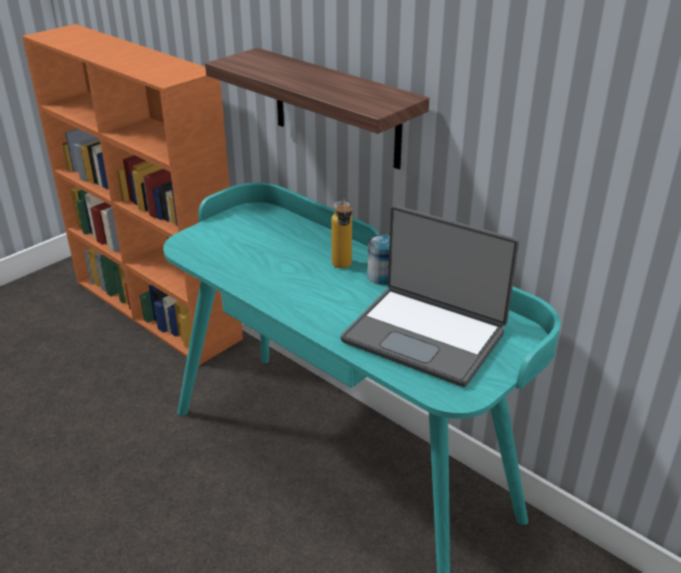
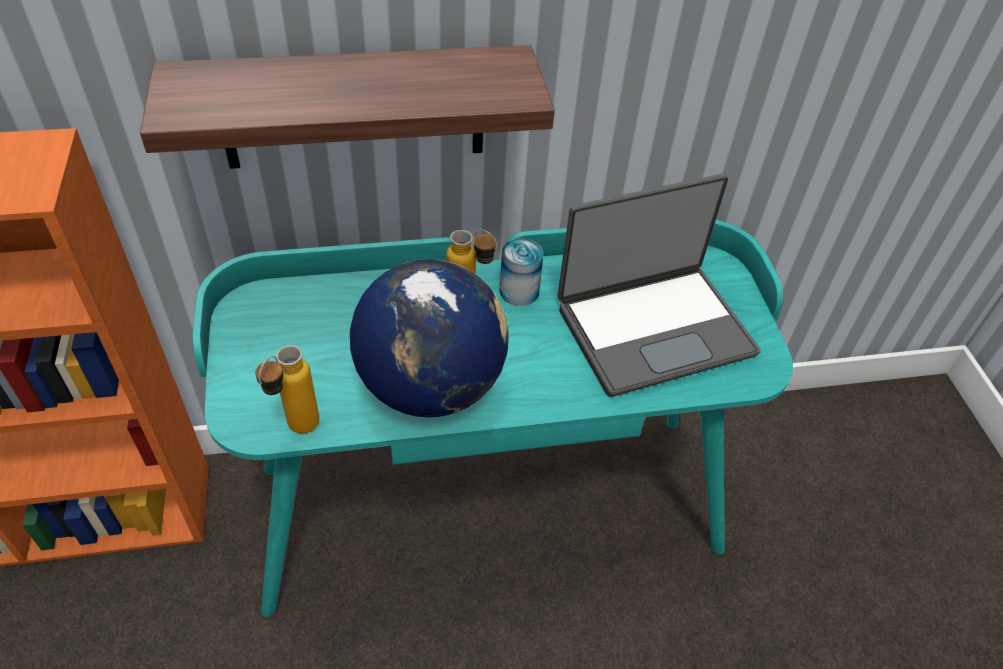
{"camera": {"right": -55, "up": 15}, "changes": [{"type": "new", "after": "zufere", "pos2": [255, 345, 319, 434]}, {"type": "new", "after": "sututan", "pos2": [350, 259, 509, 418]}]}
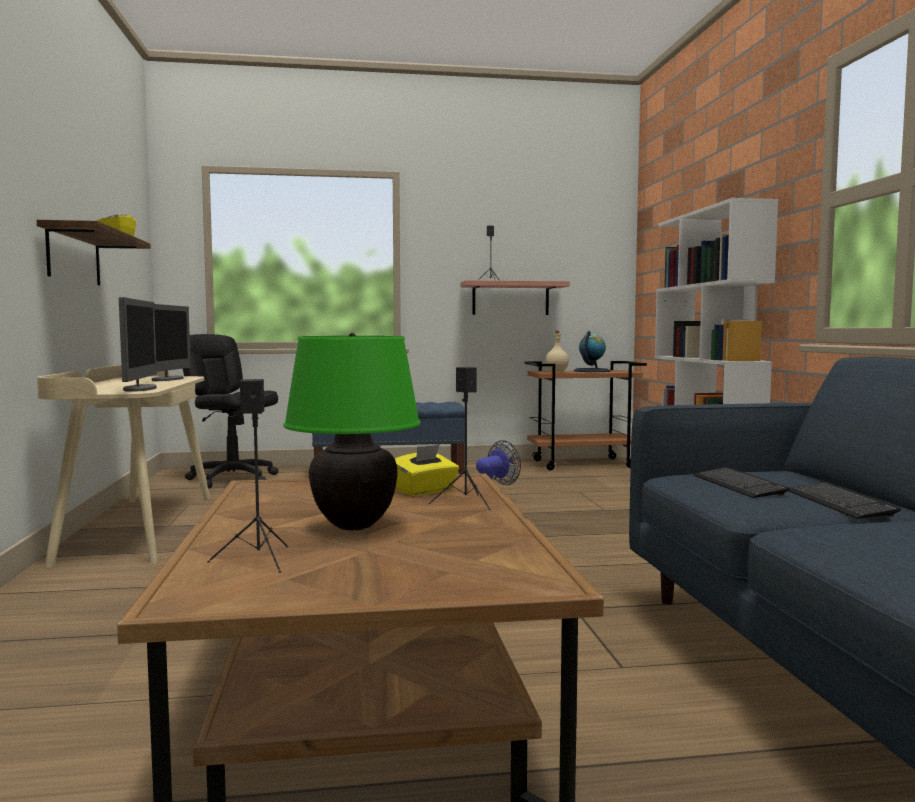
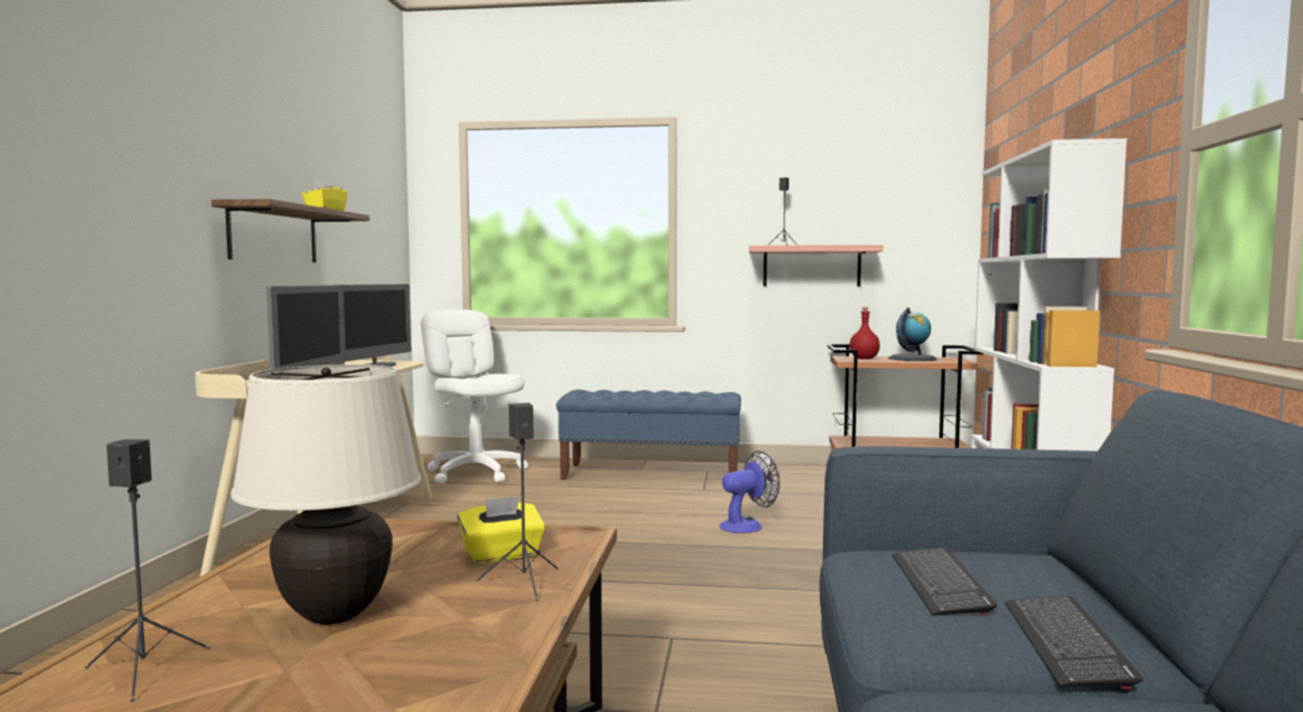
{"camera": {"right": 15, "up": 0}, "changes": [{"type": "repainted", "before": "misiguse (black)", "after": "misiguse (white)", "pos1": [183, 334, 278, 488], "pos2": [421, 309, 528, 483]}, {"type": "repainted", "before": "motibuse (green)", "after": "motibuse (beige)", "pos1": [284, 333, 420, 530], "pos2": [231, 365, 421, 625]}, {"type": "repainted", "before": "zufere (beige)", "after": "zufere (red)", "pos1": [545, 331, 569, 372], "pos2": [849, 307, 880, 359]}]}
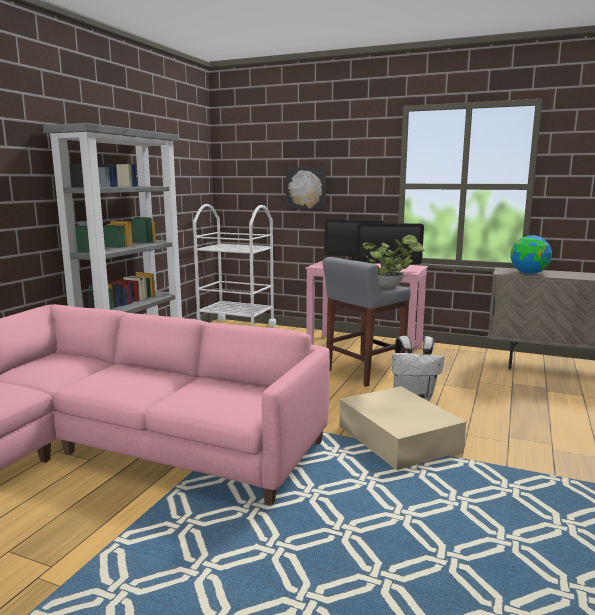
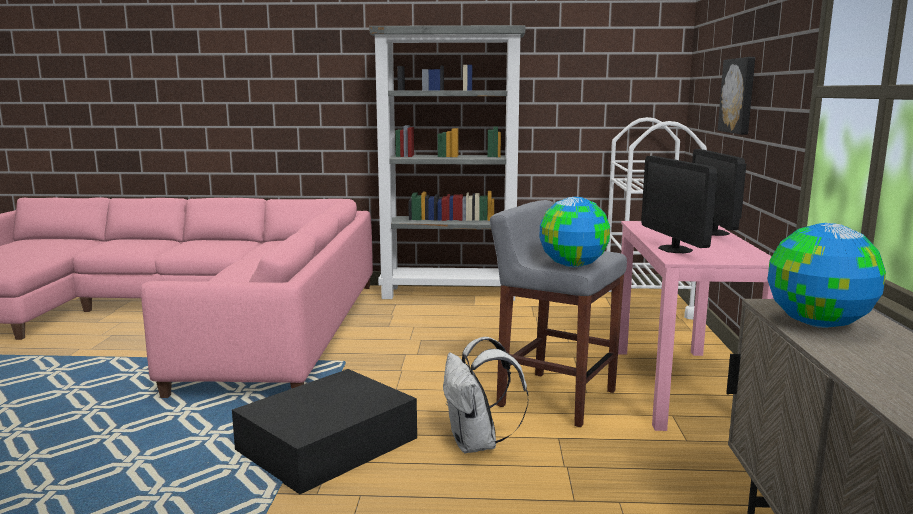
{"camera": {"right": 70, "up": 0}, "changes": [{"type": "swapped", "before": "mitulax", "after": "sututan", "pos1": [361, 235, 425, 288], "pos2": [539, 197, 610, 267]}, {"type": "repainted", "before": "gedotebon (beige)", "after": "gedotebon (black)", "pos1": [339, 386, 466, 470], "pos2": [232, 369, 417, 494]}]}
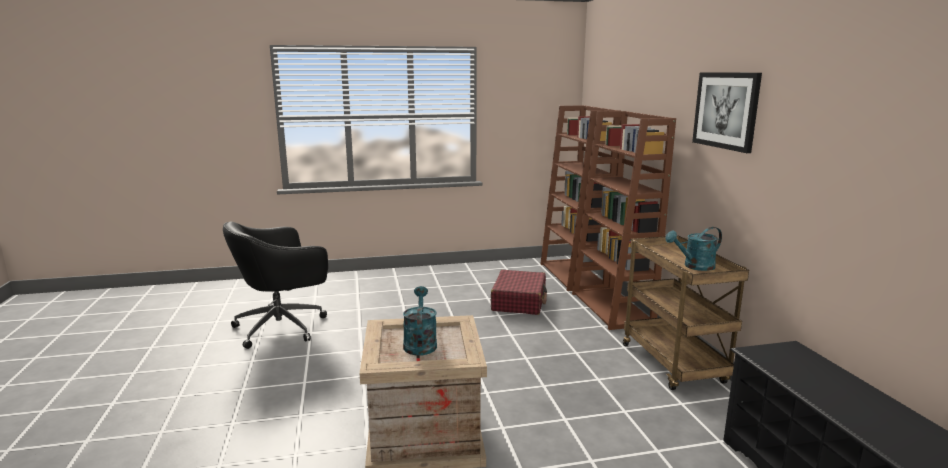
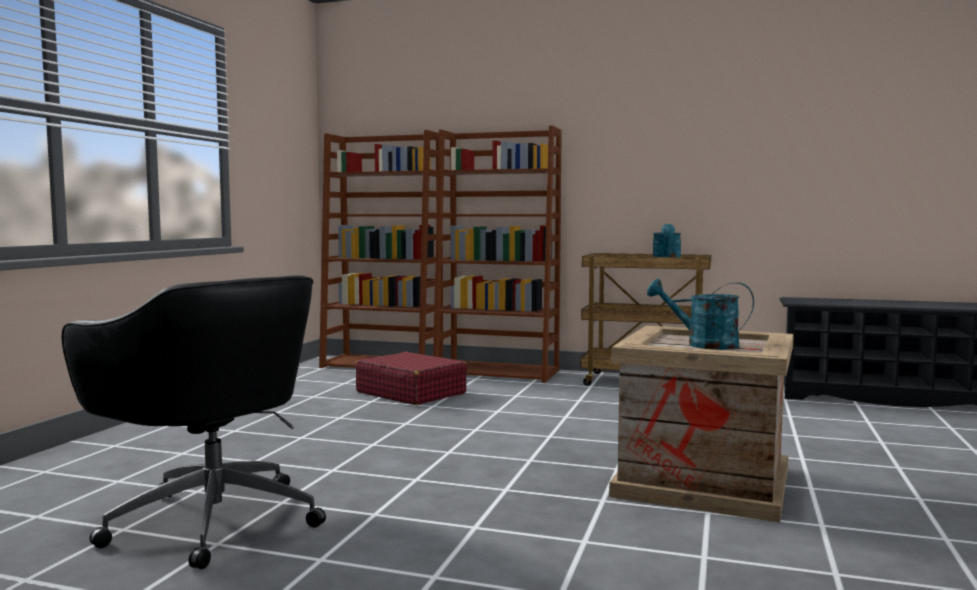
{"camera": {"right": -60, "up": -10}, "changes": [{"type": "gone", "before": "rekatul", "pos1": [692, 72, 762, 153]}, {"type": "rotated", "before": "misiguse (black)", "pos1": [223, 221, 328, 349], "pos2": [62, 275, 326, 569], "turn": -45}]}
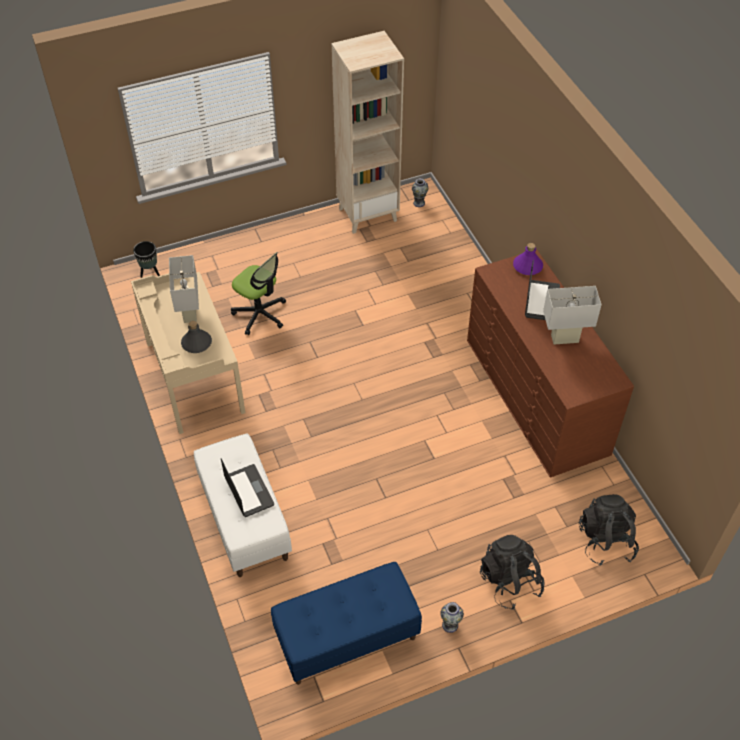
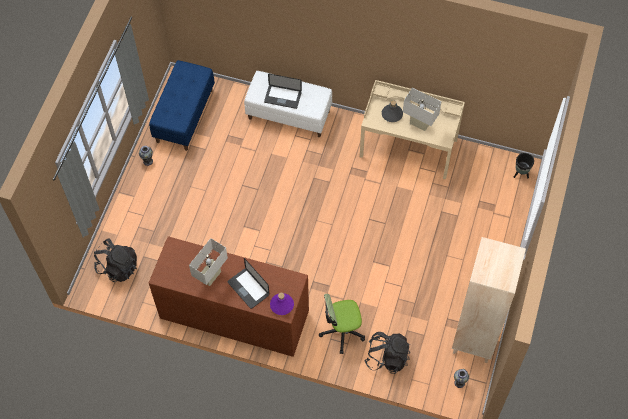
{"camera": {"right": 130, "up": 10}, "changes": [{"type": "shifted", "before": "misiguse", "pos1": [231, 252, 286, 335], "pos2": [319, 294, 365, 354]}, {"type": "shifted", "before": "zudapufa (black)", "pos1": [480, 535, 545, 610], "pos2": [364, 332, 410, 374]}]}
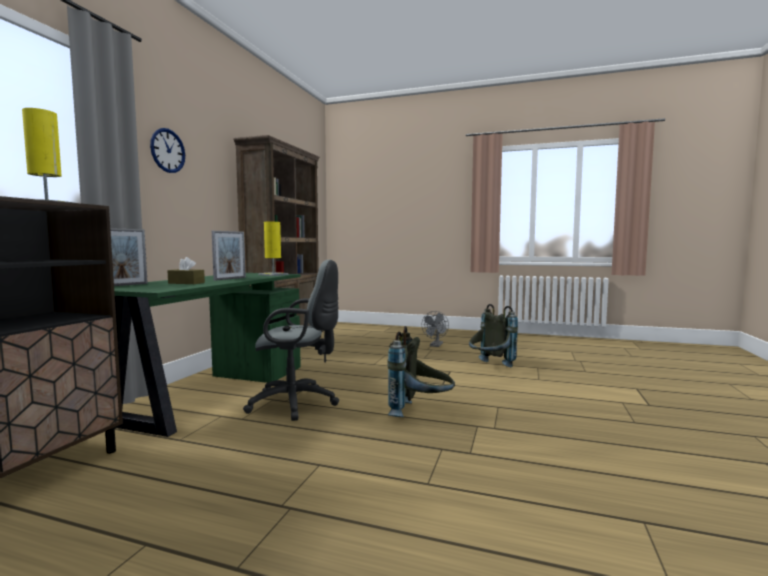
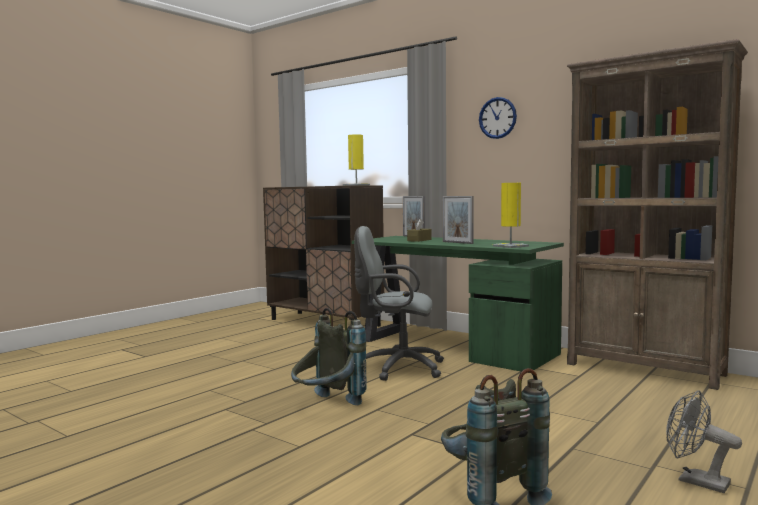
{"camera": {"right": 110, "up": 0}, "changes": [{"type": "rotated", "before": "misiguse (grey)", "pos1": [243, 260, 339, 421], "pos2": [354, 226, 444, 381], "turn": 75}]}
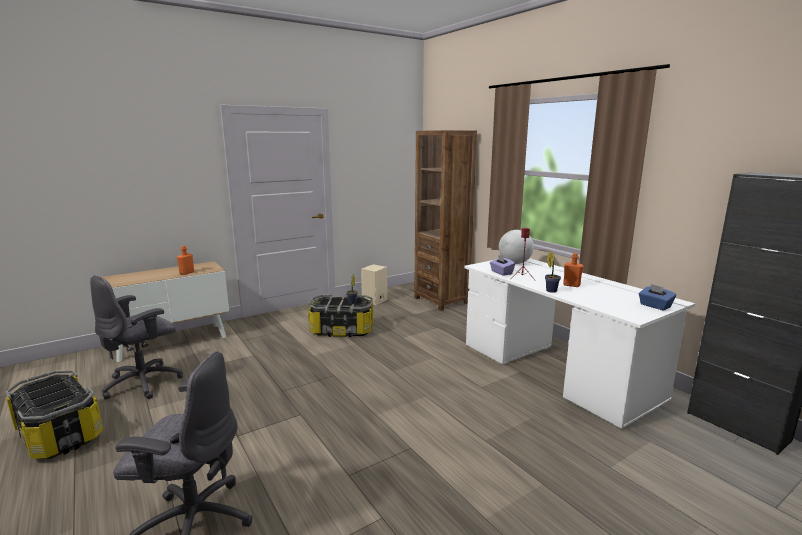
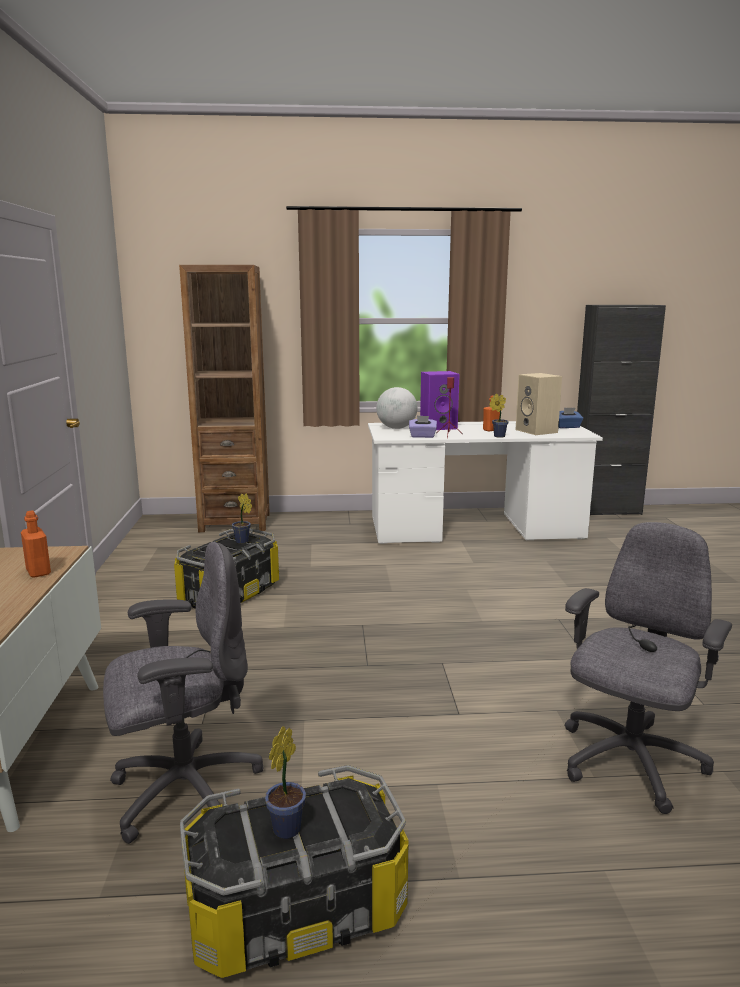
{"camera": {"right": -60, "up": 0}, "changes": [{"type": "new", "after": "mitulax", "pos2": [265, 726, 306, 839]}, {"type": "new", "after": "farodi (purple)", "pos2": [420, 371, 460, 430]}, {"type": "shifted", "before": "farodi (beige)", "pos1": [361, 264, 387, 305], "pos2": [516, 373, 562, 435]}, {"type": "rotated", "before": "misiguse (grey)", "pos1": [90, 275, 183, 400], "pos2": [103, 542, 263, 844], "turn": -90}]}
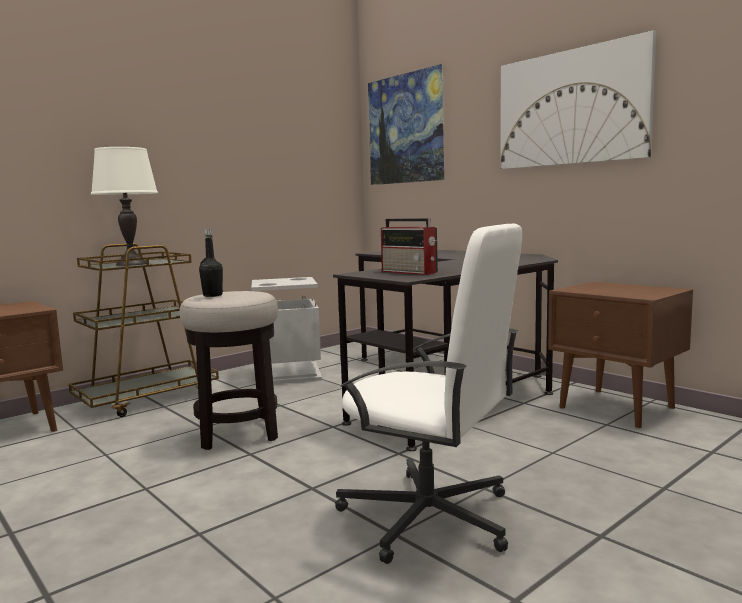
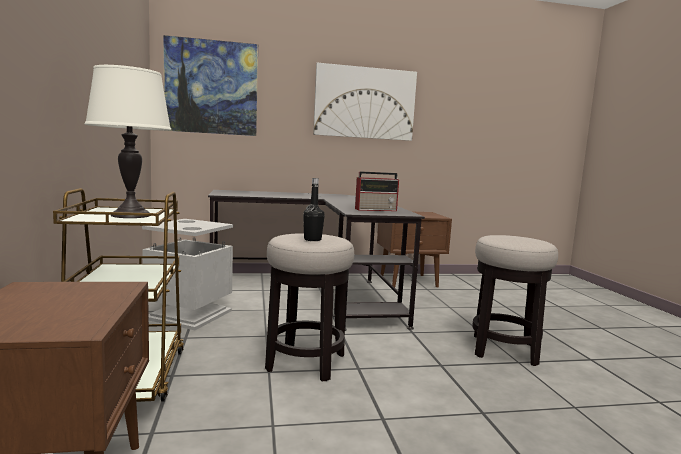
{"camera": {"right": -60, "up": 0}, "changes": [{"type": "swapped", "before": "misiguse (white)", "after": "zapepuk", "pos1": [335, 224, 522, 564], "pos2": [472, 235, 558, 366]}]}
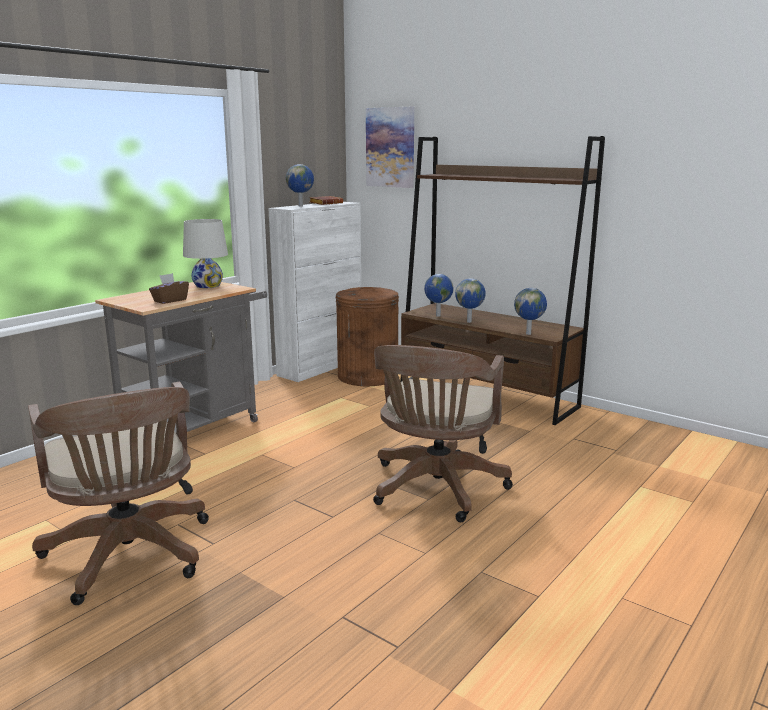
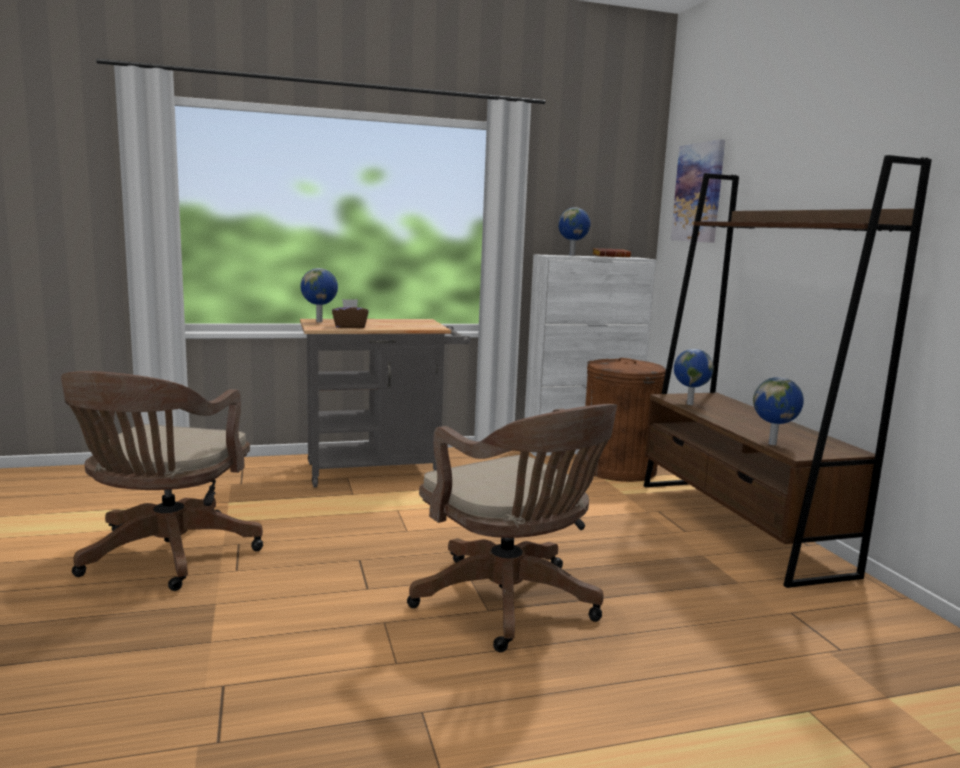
{"camera": {"right": 35, "up": -5}, "changes": [{"type": "gone", "before": "motibuse (white)", "pos1": [183, 219, 228, 288]}, {"type": "shifted", "before": "sututan", "pos1": [455, 278, 486, 323], "pos2": [300, 268, 338, 322]}, {"type": "rotated", "before": "misiguse (brown)", "pos1": [373, 345, 513, 522], "pos2": [407, 404, 617, 652], "turn": -90}]}
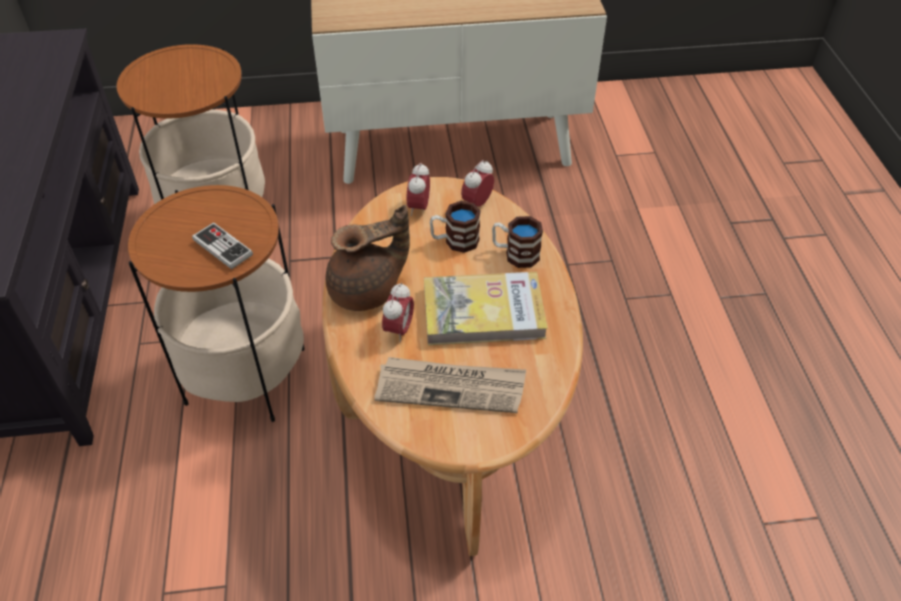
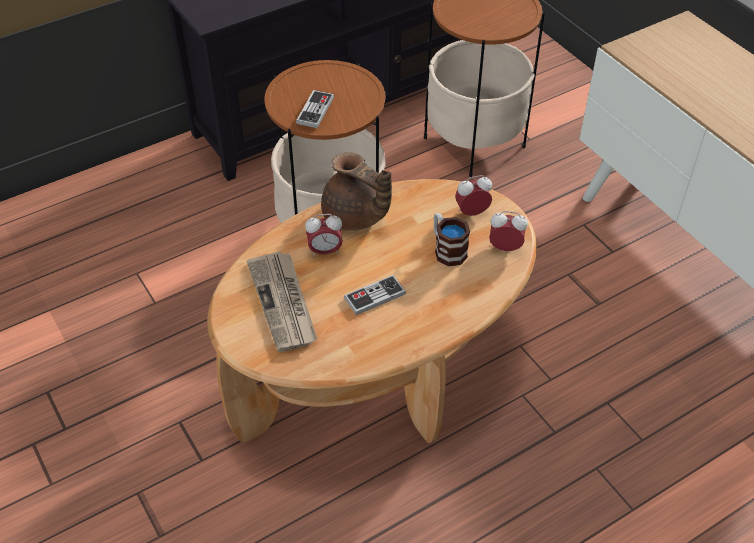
{"camera": {"right": 65, "up": 0}, "changes": [{"type": "gone", "before": "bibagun", "pos1": [492, 216, 543, 268]}, {"type": "swapped", "before": "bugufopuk", "after": "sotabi", "pos1": [424, 272, 548, 345], "pos2": [344, 275, 406, 315]}]}
